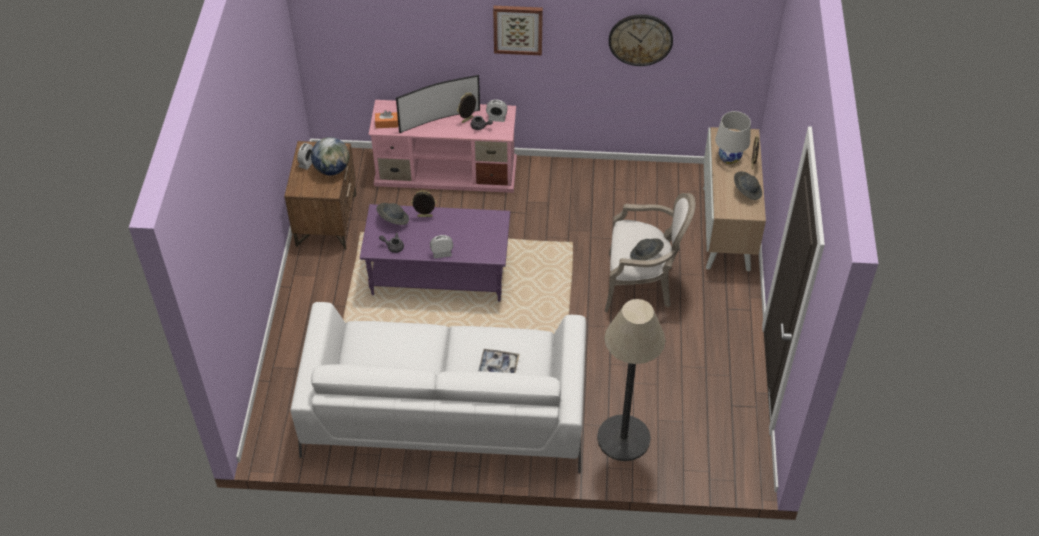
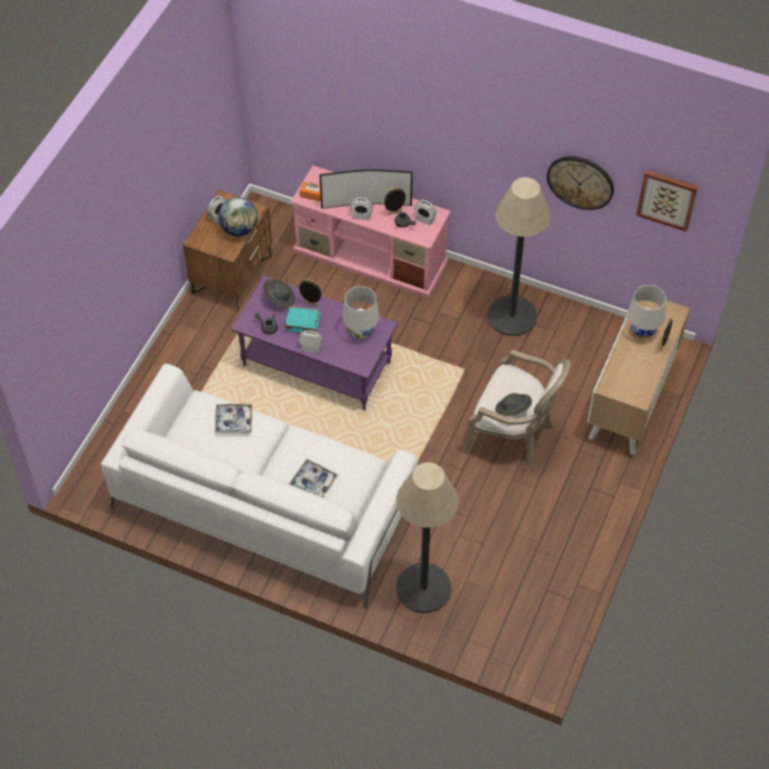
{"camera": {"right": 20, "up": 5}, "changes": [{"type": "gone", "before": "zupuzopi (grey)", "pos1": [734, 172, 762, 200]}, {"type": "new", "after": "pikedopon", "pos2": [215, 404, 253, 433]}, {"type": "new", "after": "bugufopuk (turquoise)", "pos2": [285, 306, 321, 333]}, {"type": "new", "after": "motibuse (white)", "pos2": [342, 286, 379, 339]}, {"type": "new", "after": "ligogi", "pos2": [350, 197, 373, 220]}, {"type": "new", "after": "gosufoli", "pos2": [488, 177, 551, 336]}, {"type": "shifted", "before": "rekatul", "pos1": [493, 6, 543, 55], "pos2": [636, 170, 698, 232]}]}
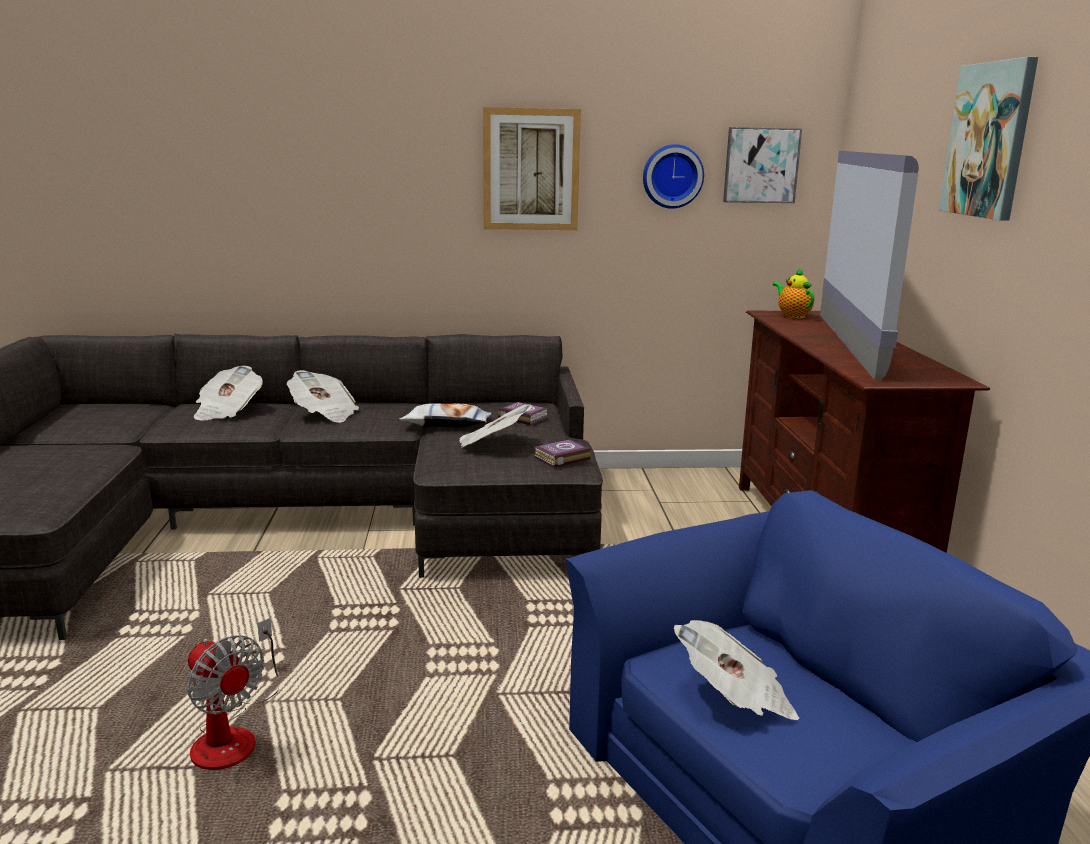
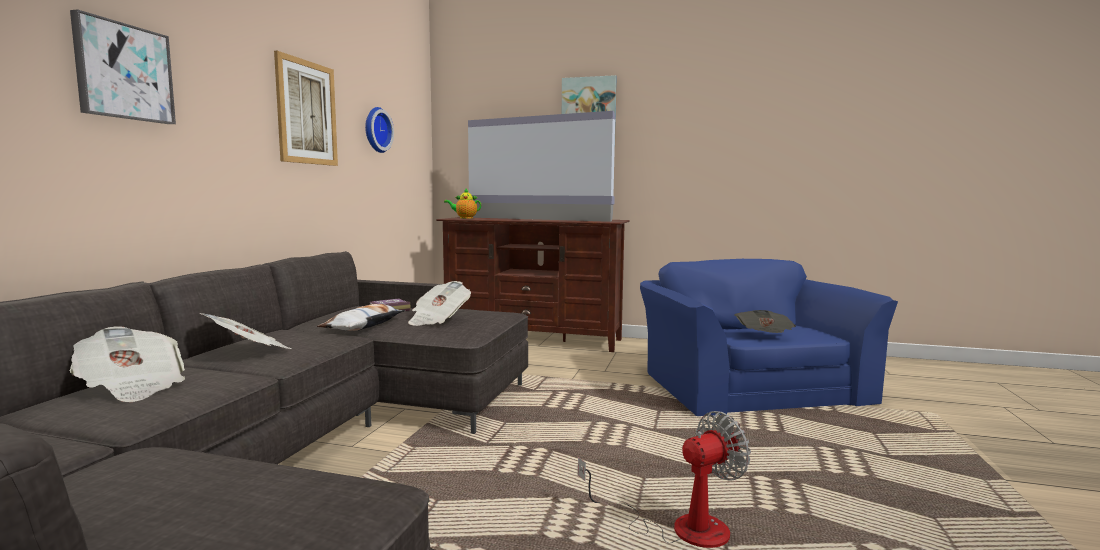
{"camera": {"right": -70, "up": -10}, "changes": [{"type": "gone", "before": "bugufopuk", "pos1": [534, 439, 591, 468]}, {"type": "shifted", "before": "rekatul", "pos1": [723, 127, 802, 203], "pos2": [70, 9, 176, 124]}]}
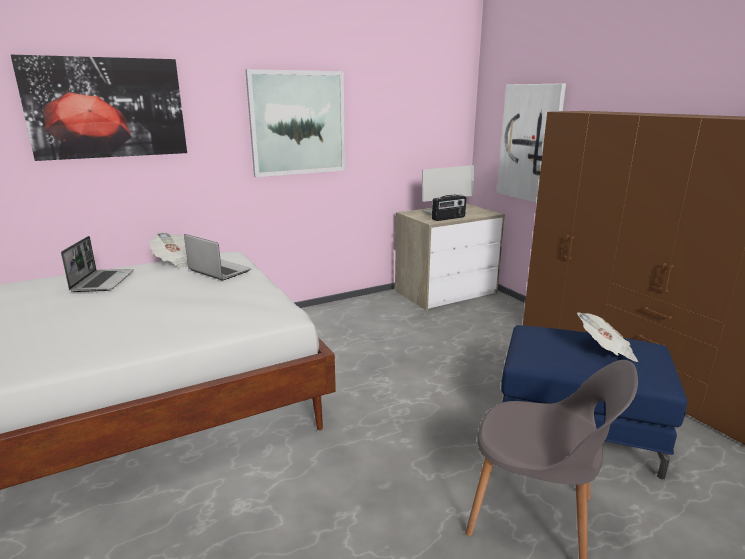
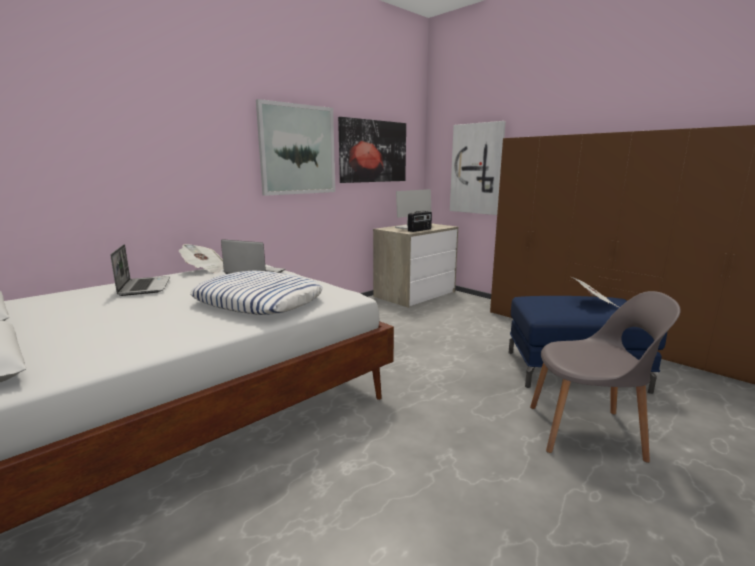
{"camera": {"right": -15, "up": -5}, "changes": [{"type": "new", "after": "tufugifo", "pos2": [190, 270, 323, 315]}, {"type": "shifted", "before": "rekatul", "pos1": [11, 55, 187, 161], "pos2": [338, 117, 406, 183]}]}
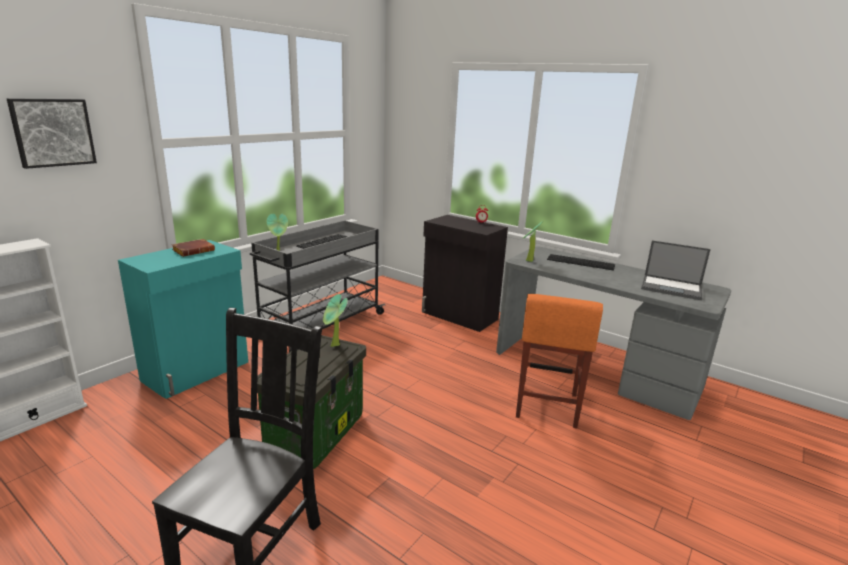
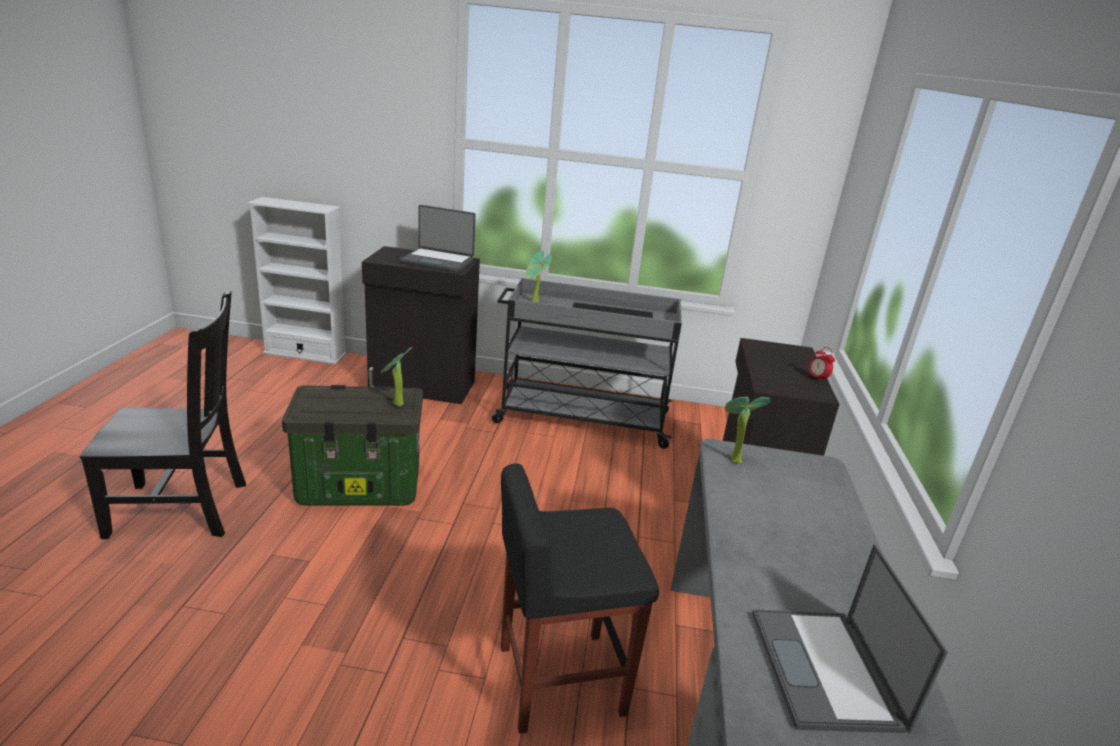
{"camera": {"right": 60, "up": 5}, "changes": [{"type": "gone", "before": "rekatul", "pos1": [7, 98, 97, 169]}, {"type": "gone", "before": "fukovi", "pos1": [547, 254, 615, 271]}, {"type": "swapped", "before": "bugufopuk (brown)", "after": "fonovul", "pos1": [172, 239, 215, 257], "pos2": [400, 205, 476, 272]}, {"type": "repainted", "before": "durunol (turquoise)", "after": "durunol (black)", "pos1": [118, 240, 248, 399], "pos2": [362, 246, 480, 404]}, {"type": "repainted", "before": "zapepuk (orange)", "after": "zapepuk (black)", "pos1": [516, 294, 603, 429], "pos2": [501, 463, 659, 734]}]}
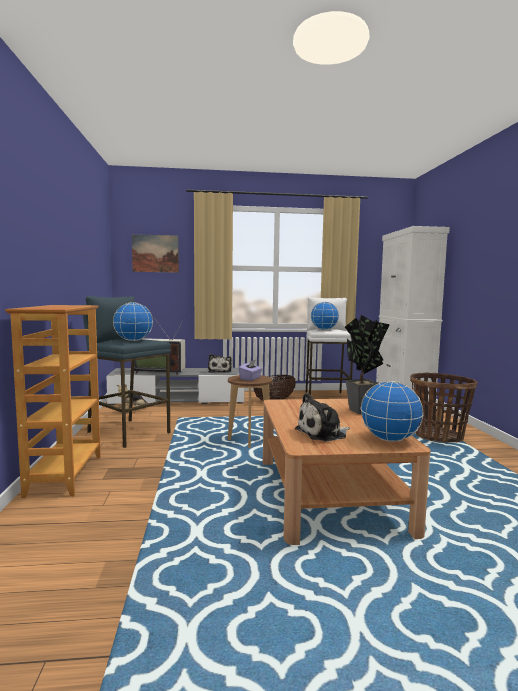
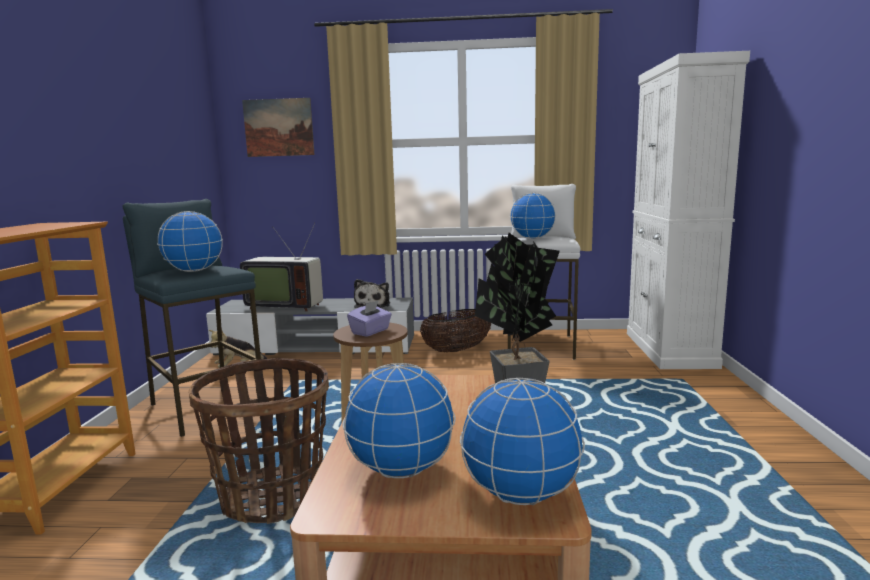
{"camera": {"right": 10, "up": 5}, "changes": [{"type": "shifted", "before": "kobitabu", "pos1": [410, 372, 477, 442], "pos2": [189, 358, 329, 524]}, {"type": "swapped", "before": "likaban", "after": "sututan", "pos1": [295, 393, 350, 441], "pos2": [343, 363, 456, 478]}]}
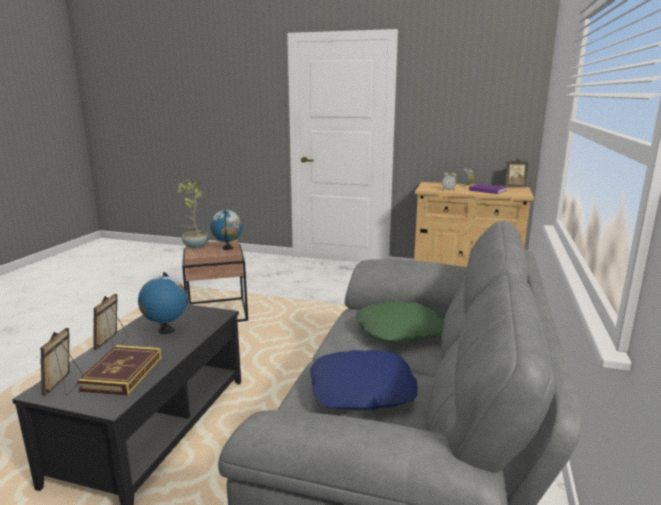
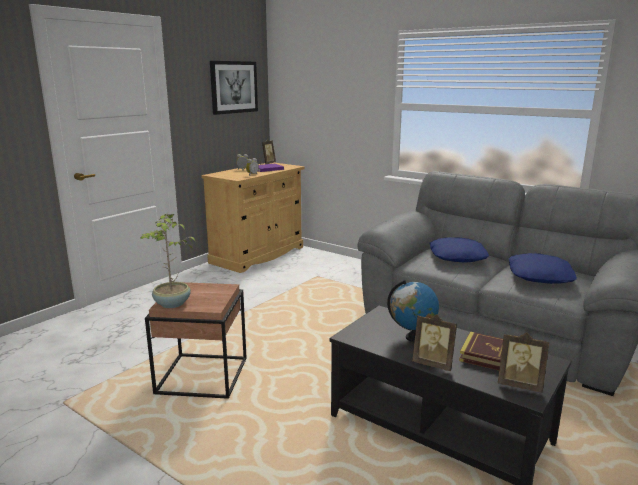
{"camera": {"right": -70, "up": 0}, "changes": [{"type": "gone", "before": "sututan", "pos1": [210, 210, 243, 250]}, {"type": "new", "after": "rekatul", "pos2": [210, 61, 258, 115]}, {"type": "repainted", "before": "tufugifo (green)", "after": "tufugifo (blue)", "pos1": [356, 301, 444, 343], "pos2": [430, 237, 489, 263]}]}
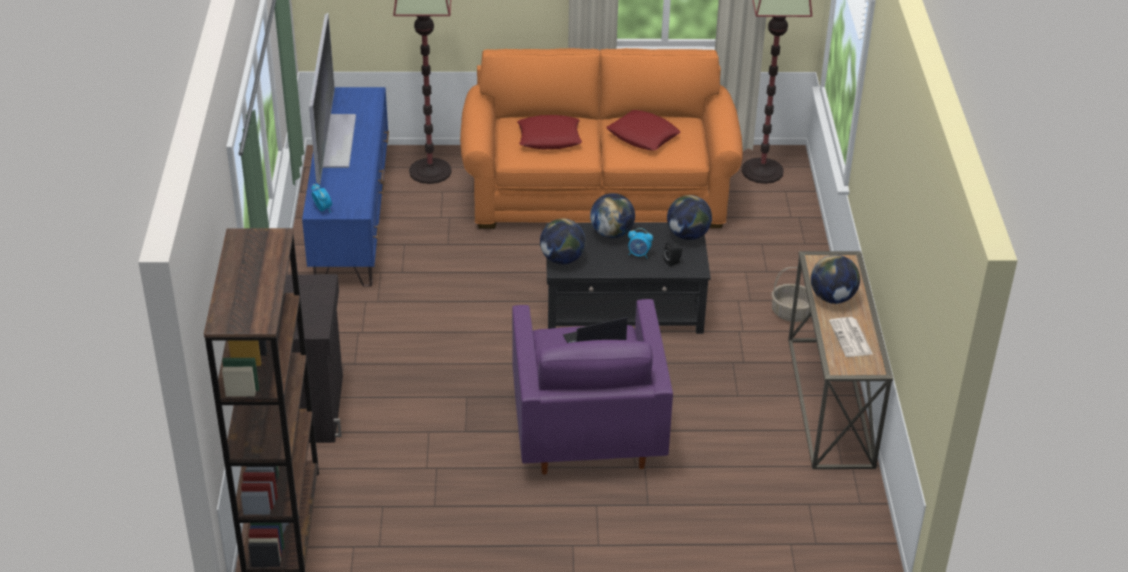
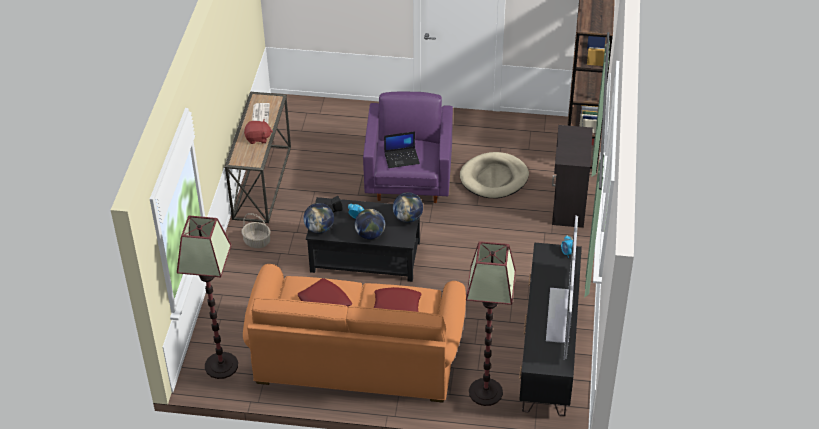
{"camera": {"right": -170, "up": 5}, "changes": [{"type": "new", "after": "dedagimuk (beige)", "pos2": [460, 152, 529, 198]}, {"type": "swapped", "before": "sututan", "after": "likaban (red)", "pos1": [811, 255, 860, 304], "pos2": [244, 119, 273, 144]}, {"type": "repainted", "before": "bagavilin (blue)", "after": "bagavilin (black)", "pos1": [302, 87, 389, 287], "pos2": [519, 242, 582, 416]}]}
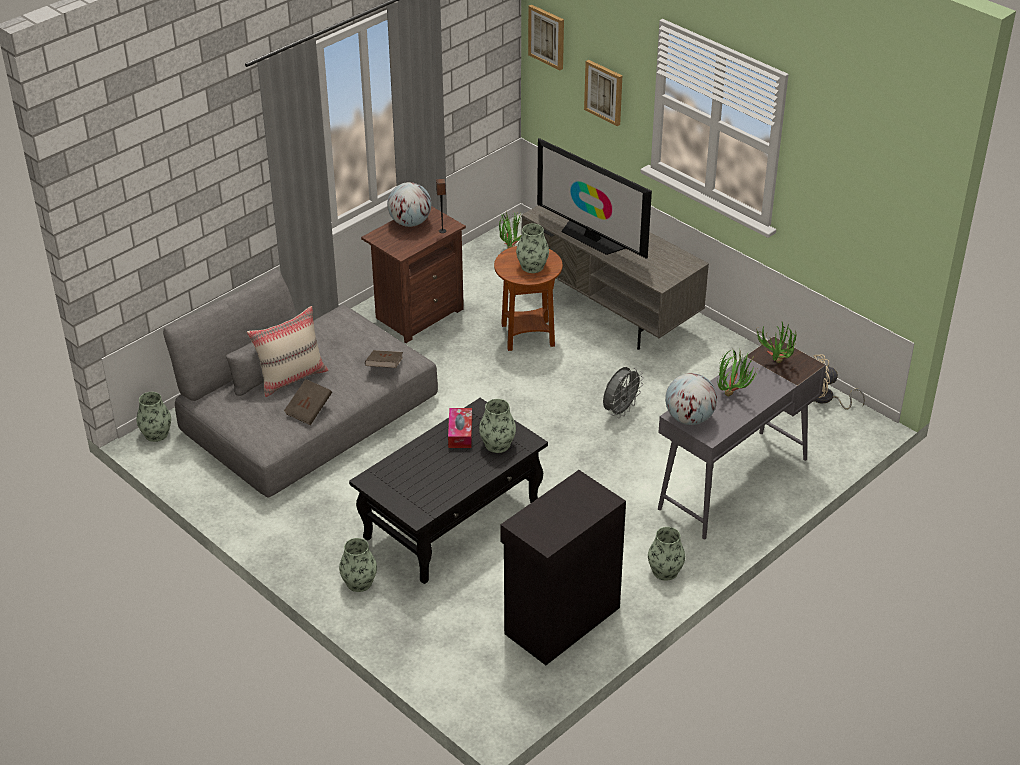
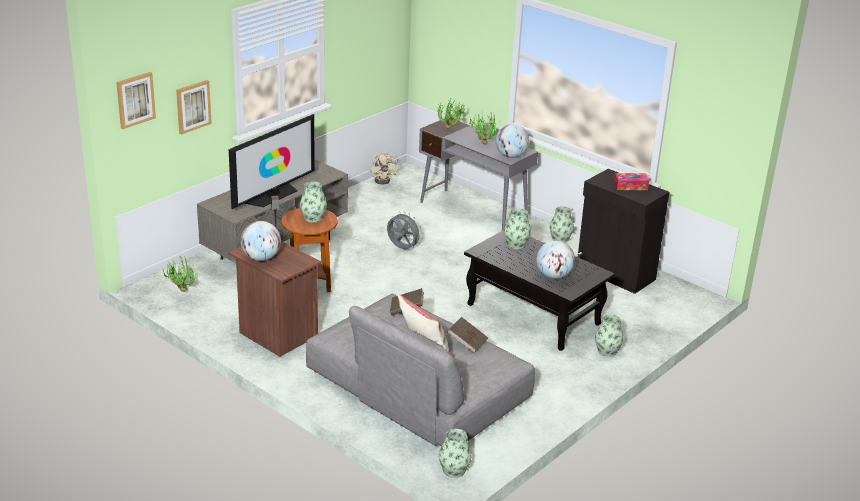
{"camera": {"right": -95, "up": -10}, "changes": [{"type": "new", "after": "sututan", "pos2": [536, 240, 575, 279]}, {"type": "shifted", "before": "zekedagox", "pos1": [448, 408, 472, 448], "pos2": [614, 173, 649, 190]}]}
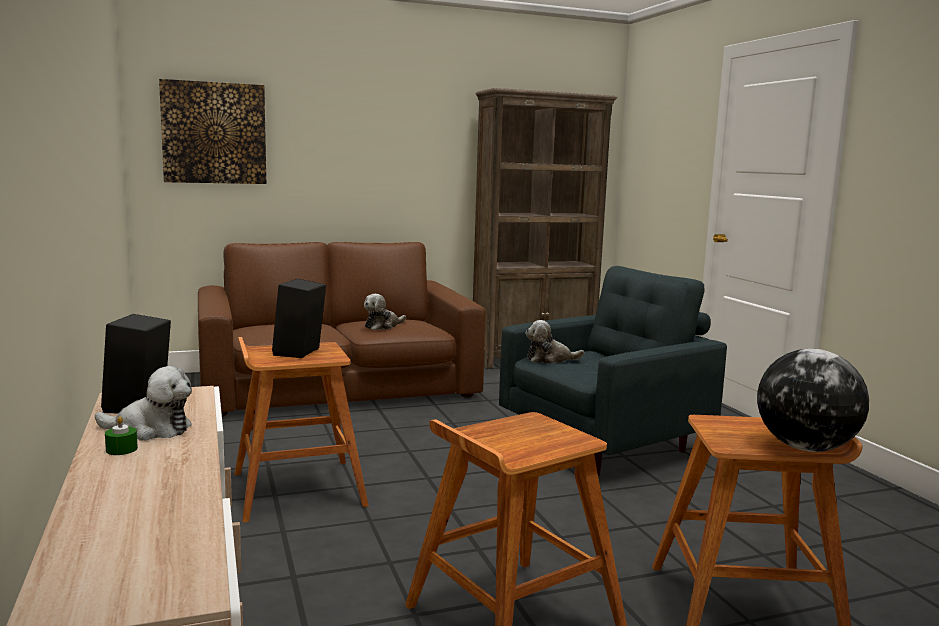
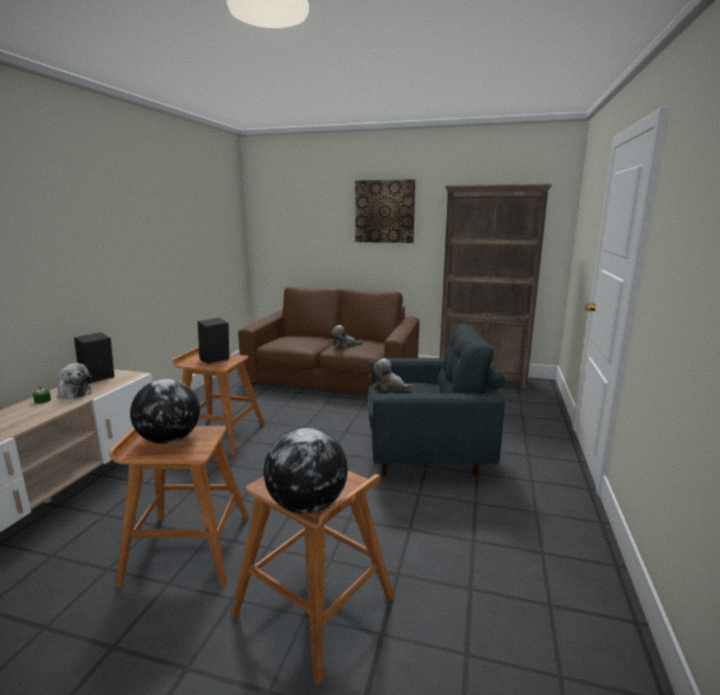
{"camera": {"right": 35, "up": 5}, "changes": [{"type": "new", "after": "sututan", "pos2": [130, 379, 200, 444]}, {"type": "shifted", "before": "rekatul", "pos1": [159, 79, 266, 184], "pos2": [355, 179, 415, 243]}]}
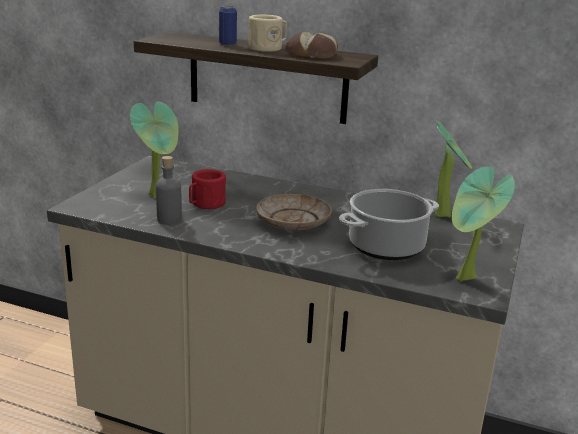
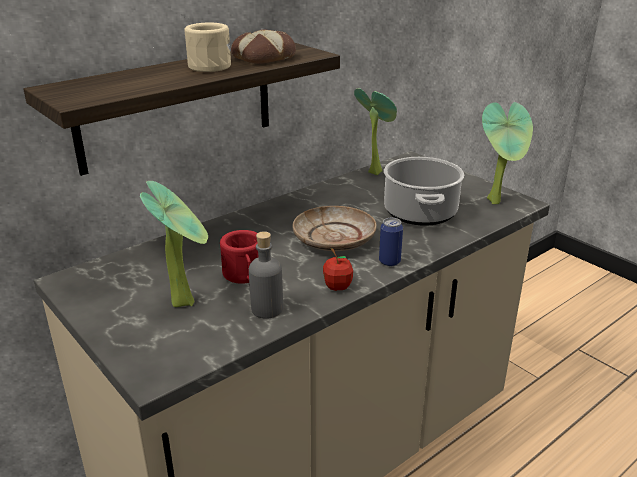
{"camera": {"right": -60, "up": 5}, "changes": [{"type": "new", "after": "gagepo", "pos2": [323, 248, 353, 291]}, {"type": "shifted", "before": "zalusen", "pos1": [219, 5, 237, 46], "pos2": [379, 218, 403, 266]}]}
